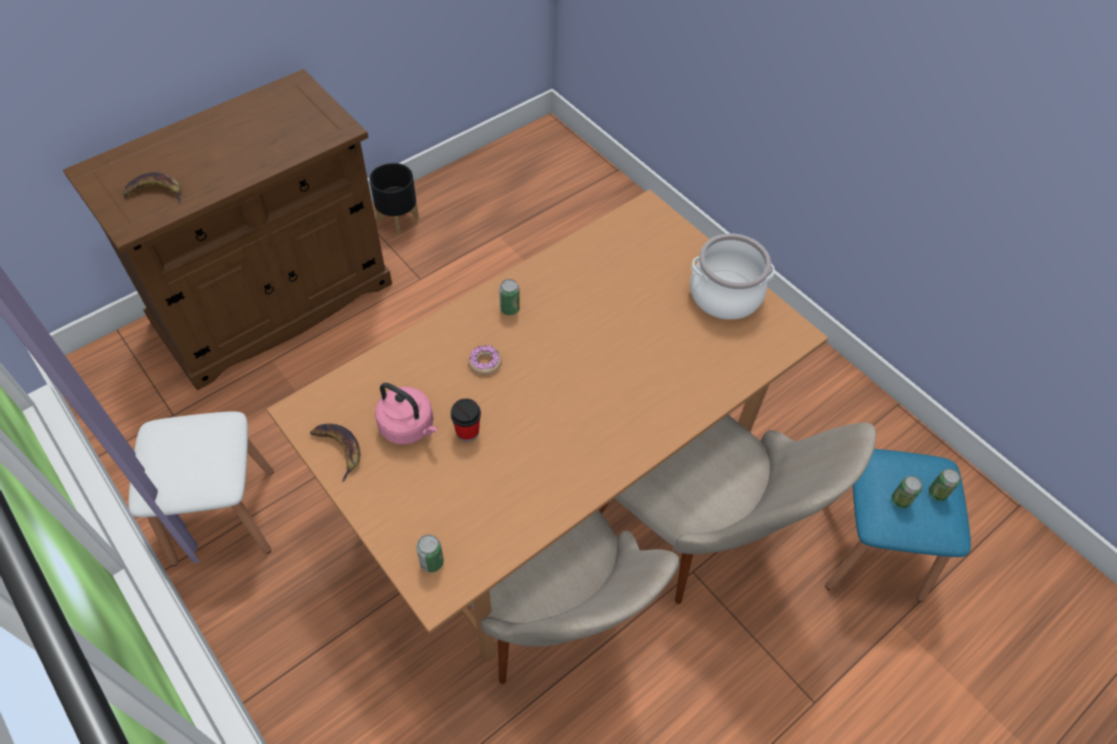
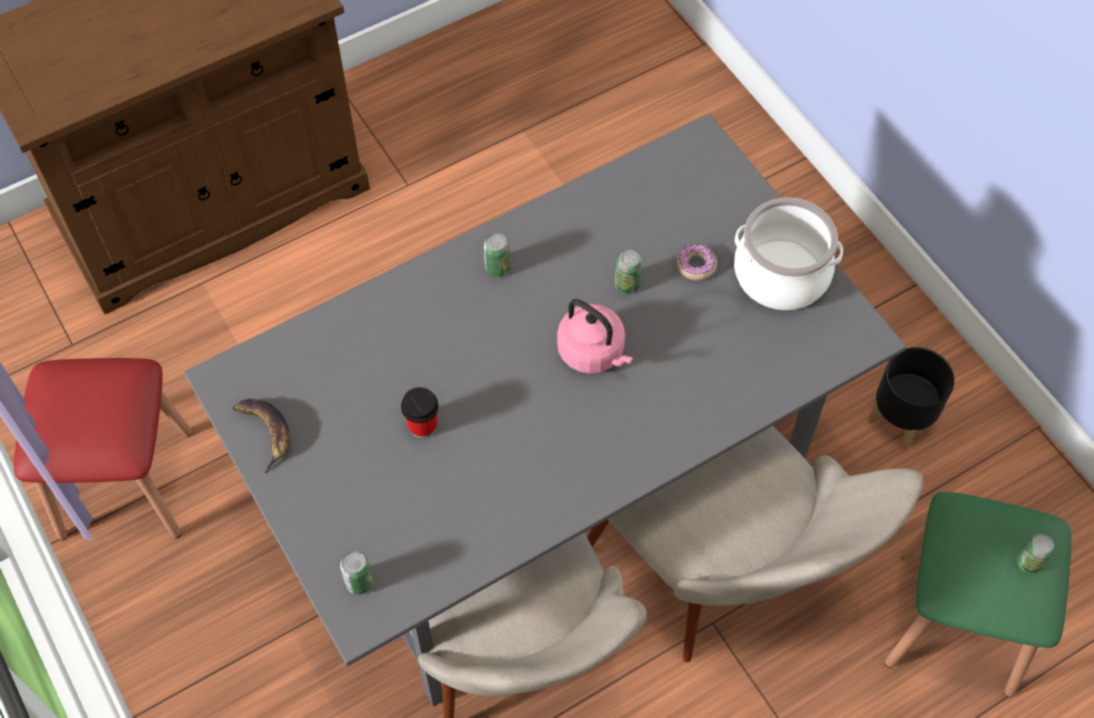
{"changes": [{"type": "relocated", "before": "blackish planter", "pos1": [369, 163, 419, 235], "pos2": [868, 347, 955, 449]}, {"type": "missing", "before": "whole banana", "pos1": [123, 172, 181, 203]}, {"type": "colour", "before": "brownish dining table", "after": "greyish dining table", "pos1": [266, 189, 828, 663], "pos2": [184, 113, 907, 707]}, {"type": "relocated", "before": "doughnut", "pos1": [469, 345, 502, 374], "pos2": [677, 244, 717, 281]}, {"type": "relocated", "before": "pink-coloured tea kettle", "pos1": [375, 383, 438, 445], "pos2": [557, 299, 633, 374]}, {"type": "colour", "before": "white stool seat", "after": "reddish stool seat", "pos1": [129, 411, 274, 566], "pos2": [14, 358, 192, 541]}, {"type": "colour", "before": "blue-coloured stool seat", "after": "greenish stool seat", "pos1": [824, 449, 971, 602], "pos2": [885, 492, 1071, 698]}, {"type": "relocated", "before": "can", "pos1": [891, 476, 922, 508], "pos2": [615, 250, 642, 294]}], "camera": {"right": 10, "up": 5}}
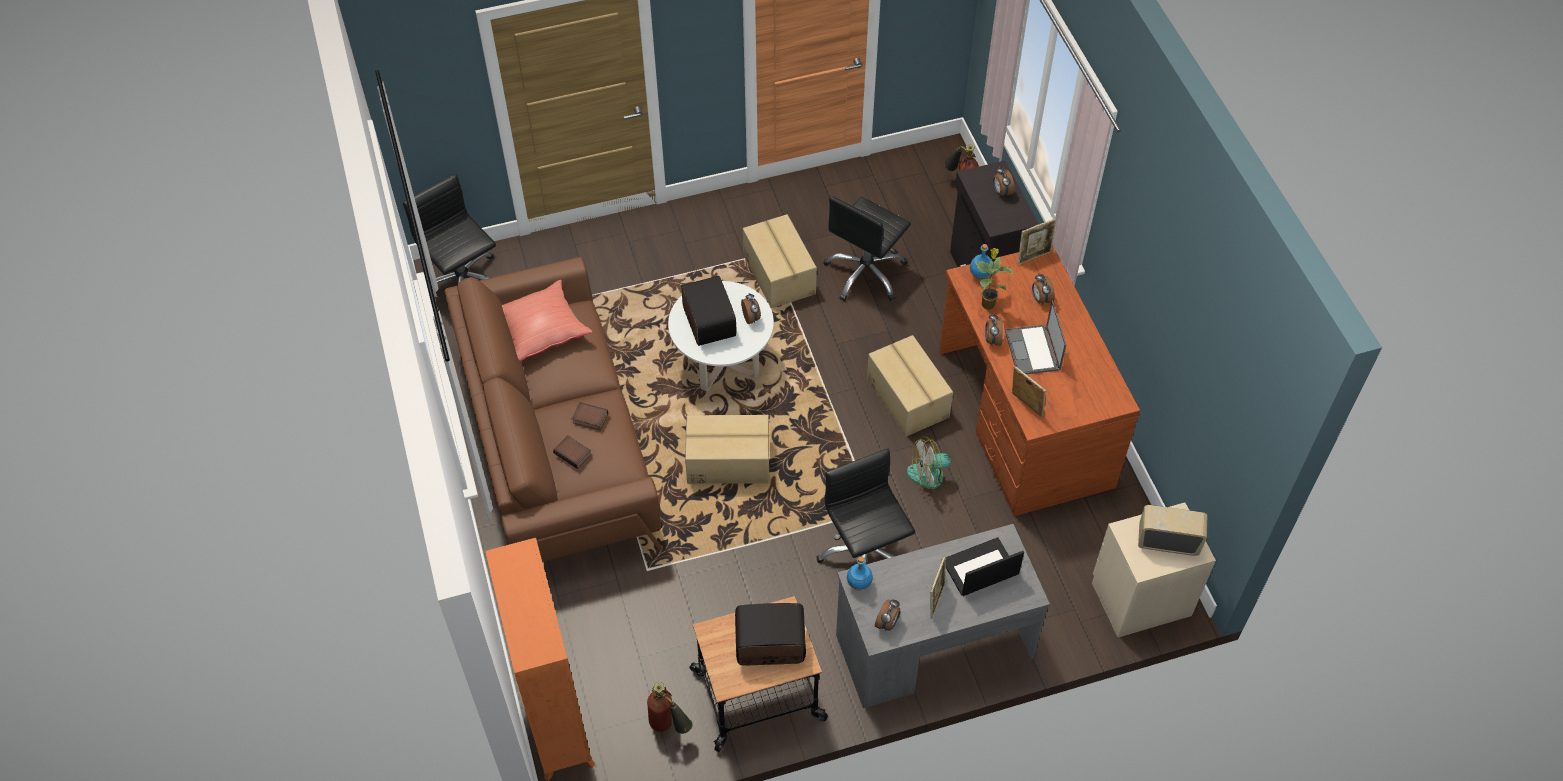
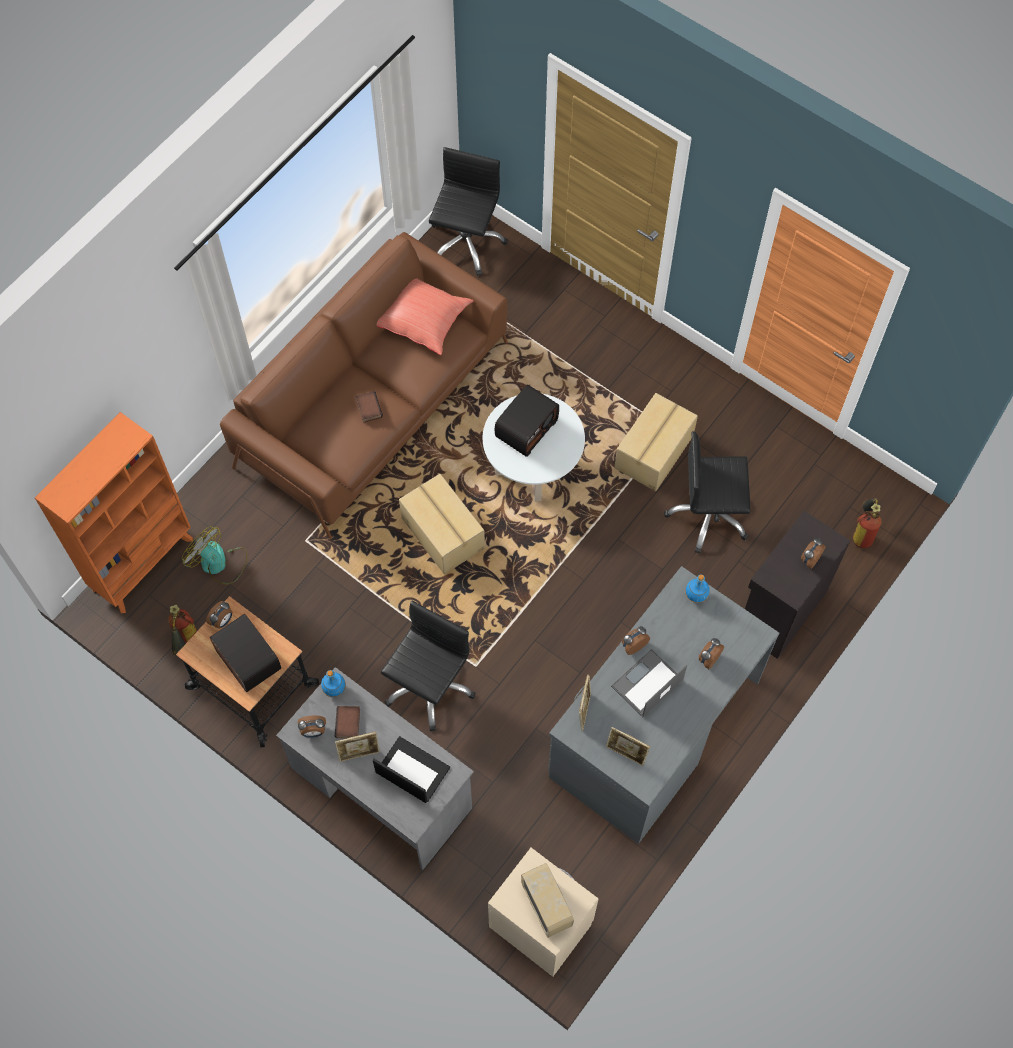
{"changes": [{"type": "relocated", "before": "photo frame", "pos1": [1018, 219, 1056, 265], "pos2": [606, 727, 650, 766]}, {"type": "colour", "before": "brownish desk", "after": "greyish desk", "pos1": [939, 245, 1140, 516], "pos2": [548, 566, 779, 844]}, {"type": "missing", "before": "potted plant", "pos1": [975, 248, 1013, 310]}, {"type": "relocated", "before": "bedside clock", "pos1": [741, 293, 761, 324], "pos2": [206, 601, 232, 629]}, {"type": "missing", "before": "packing box", "pos1": [867, 335, 953, 437]}, {"type": "relocated", "before": "book", "pos1": [553, 435, 592, 469], "pos2": [335, 706, 360, 739]}, {"type": "relocated", "before": "fan", "pos1": [907, 436, 961, 489], "pos2": [182, 526, 247, 584]}], "camera": {"right": 55, "up": 10}}
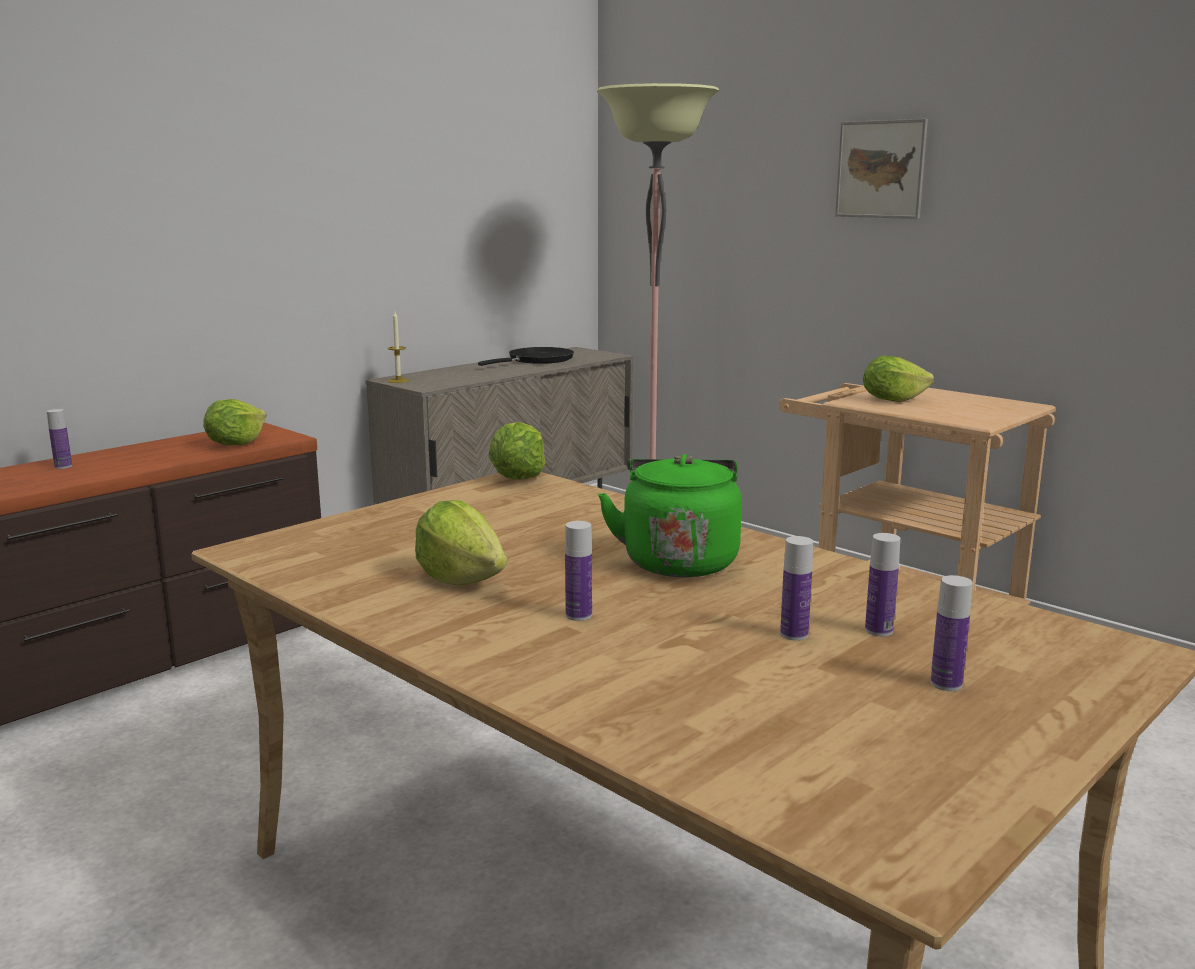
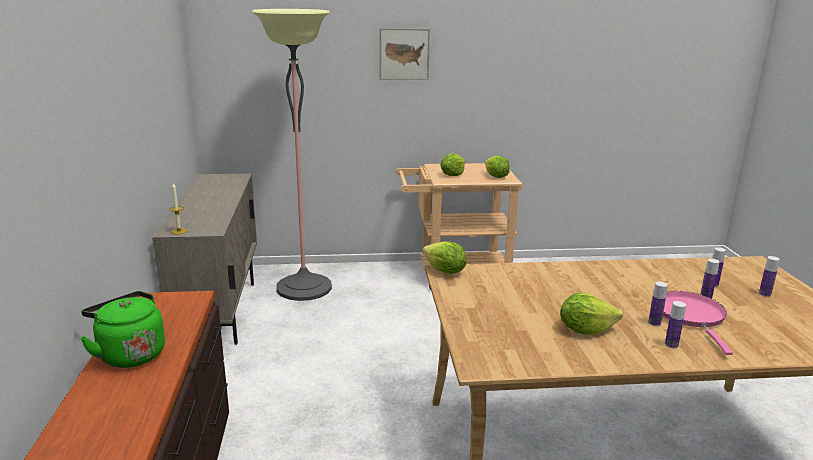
{"changes": [{"type": "missing", "before": "blackish skillet", "pos1": [478, 347, 574, 366]}, {"type": "relocated", "before": "head of lettuce", "pos1": [203, 399, 267, 445], "pos2": [485, 155, 509, 178]}, {"type": "relocated", "before": "bottle", "pos1": [47, 409, 72, 469], "pos2": [665, 301, 686, 348]}, {"type": "relocated", "before": "greenish tea kettle", "pos1": [598, 454, 742, 577], "pos2": [80, 291, 165, 368]}, {"type": "appeared", "after": "pink-coloured skillet", "pos2": [663, 291, 733, 355]}], "camera": {"right": -50, "up": 5}}
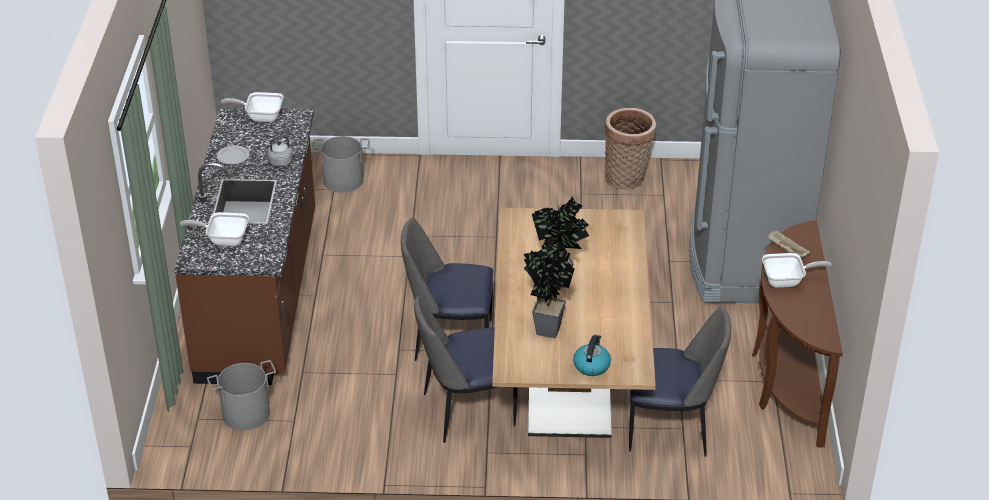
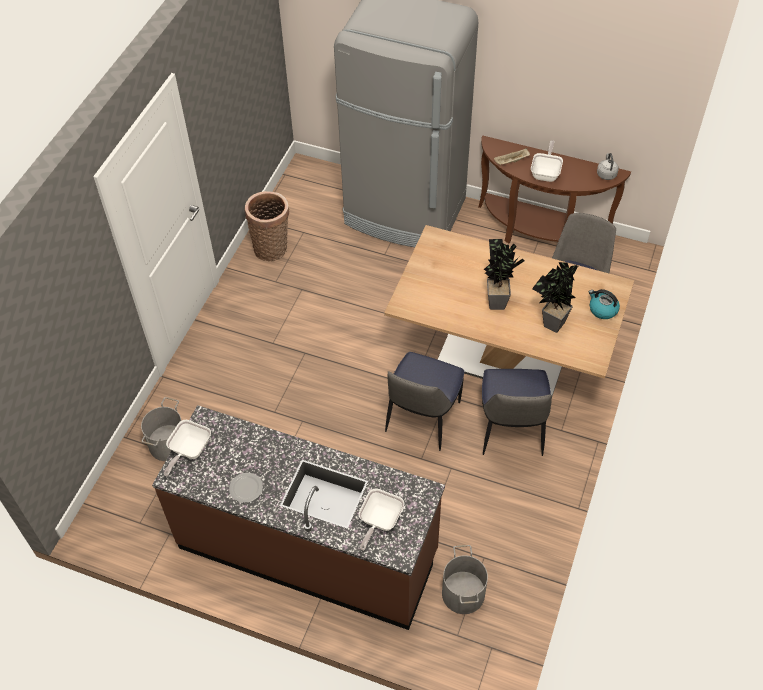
{"changes": [{"type": "relocated", "before": "greyish tea kettle", "pos1": [267, 136, 300, 167], "pos2": [597, 153, 619, 180]}], "camera": {"right": -70, "up": 15}}
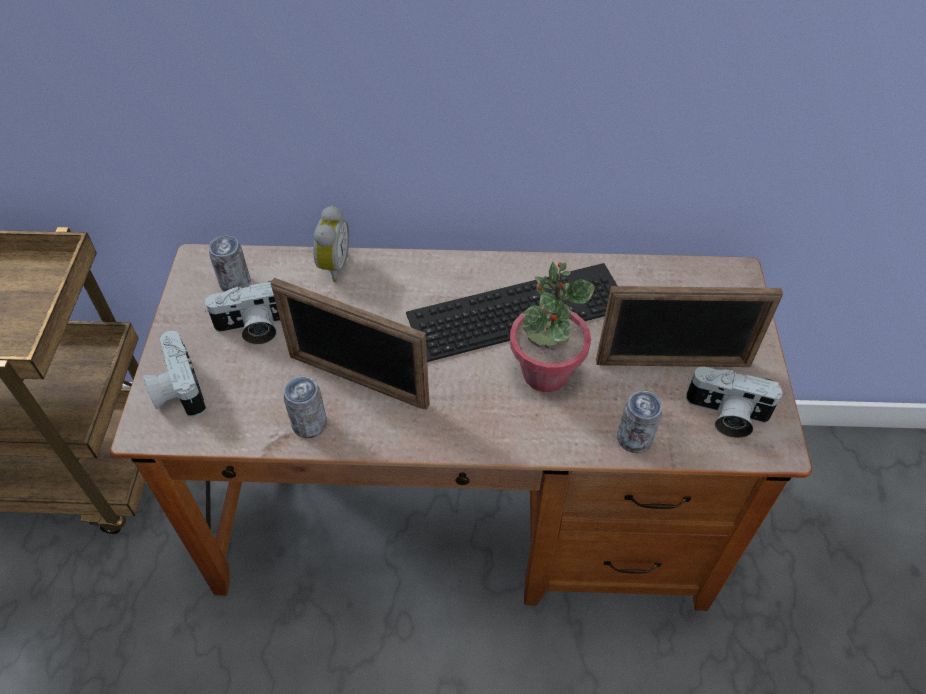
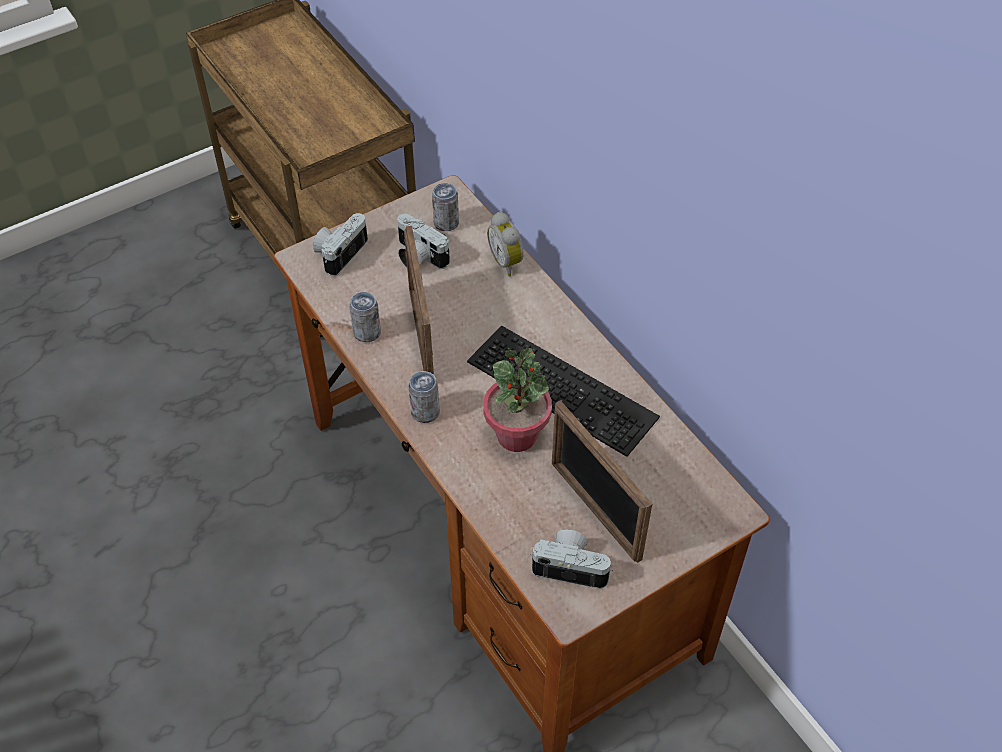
{"changes": [{"type": "spun", "before": "bedside clock", "pos1": [313, 205, 349, 282], "pos2": [487, 212, 524, 276], "turn": 90}, {"type": "spun", "before": "photo camera", "pos1": [686, 366, 782, 438], "pos2": [530, 529, 613, 589], "turn": 120}, {"type": "relocated", "before": "can", "pos1": [617, 391, 662, 453], "pos2": [408, 371, 440, 423]}], "camera": {"right": 55, "up": 0}}
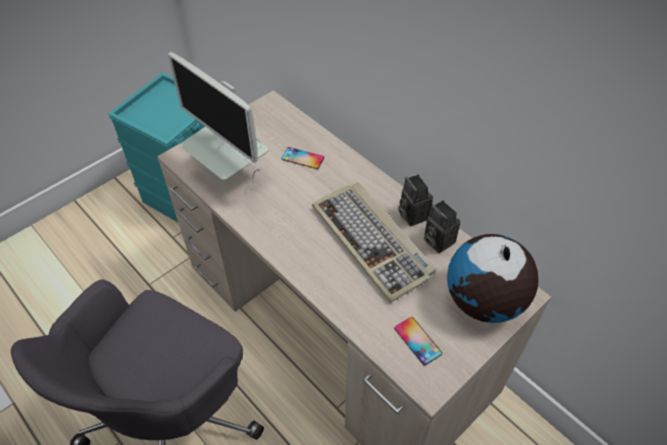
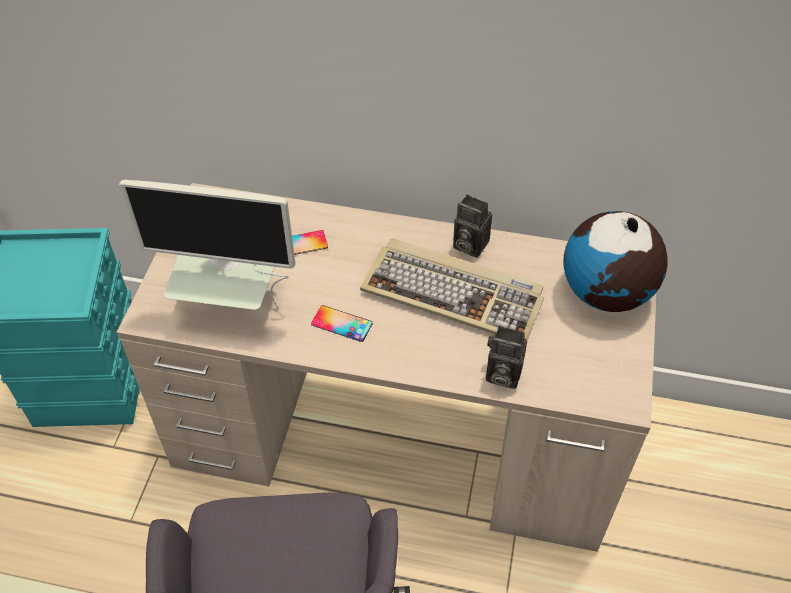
{"changes": [{"type": "relocated", "before": "photo camera", "pos1": [424, 200, 460, 253], "pos2": [486, 326, 527, 389]}, {"type": "relocated", "before": "handset", "pos1": [394, 317, 442, 366], "pos2": [311, 305, 373, 342]}], "camera": {"right": -35, "up": 0}}
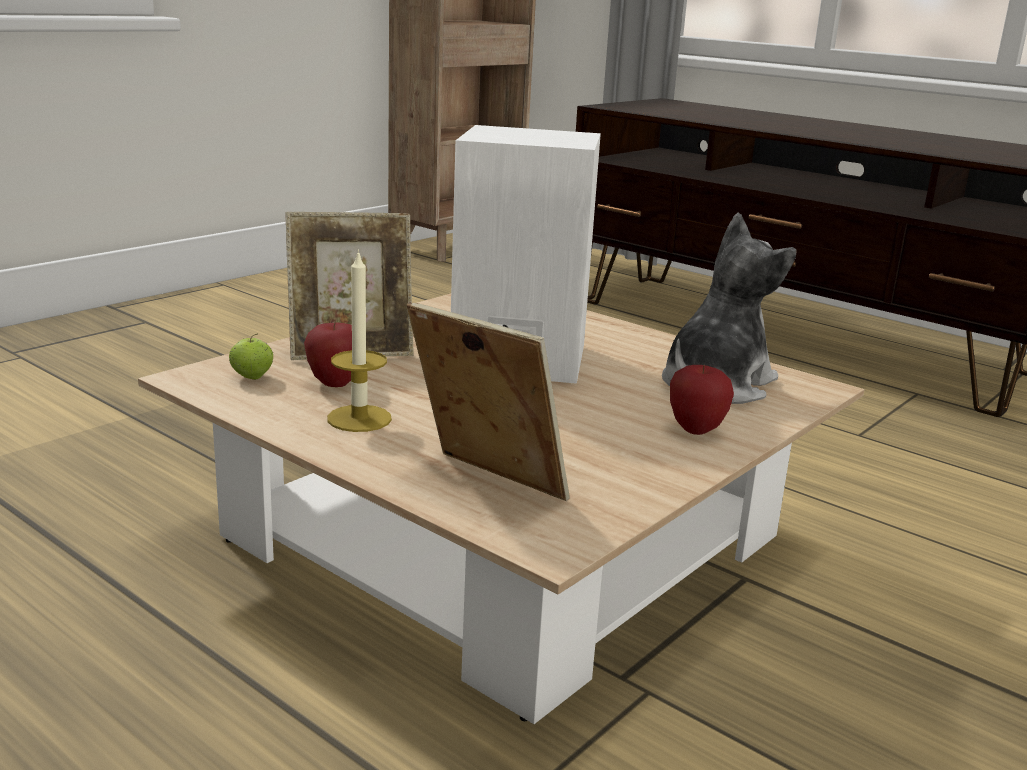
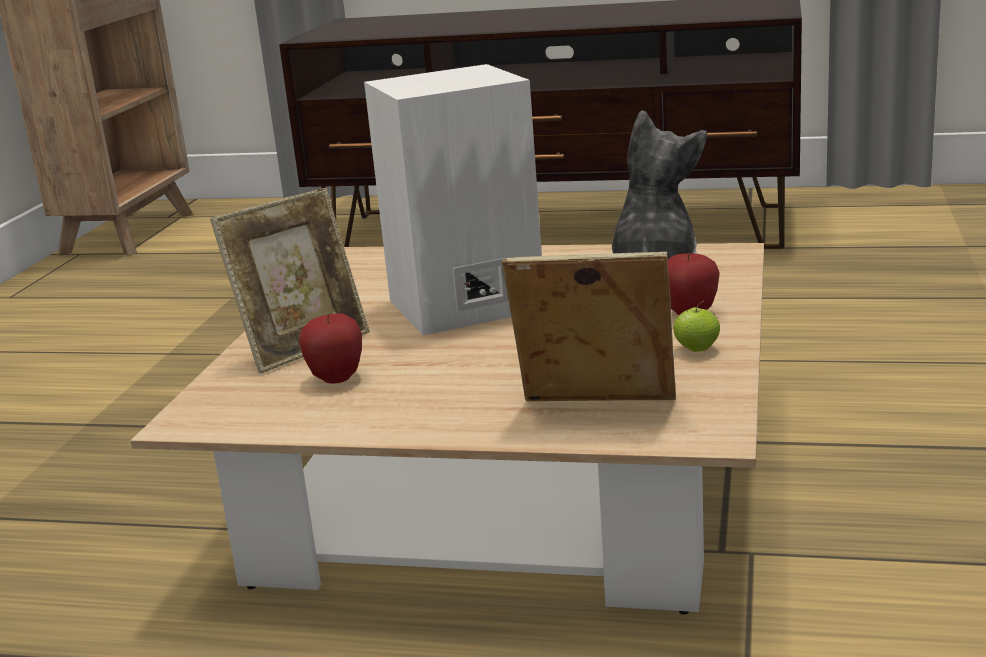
{"changes": [{"type": "missing", "before": "candle", "pos1": [327, 249, 392, 432]}, {"type": "relocated", "before": "whole apple", "pos1": [229, 333, 273, 380], "pos2": [673, 301, 720, 352]}], "camera": {"right": -25, "up": 0}}
